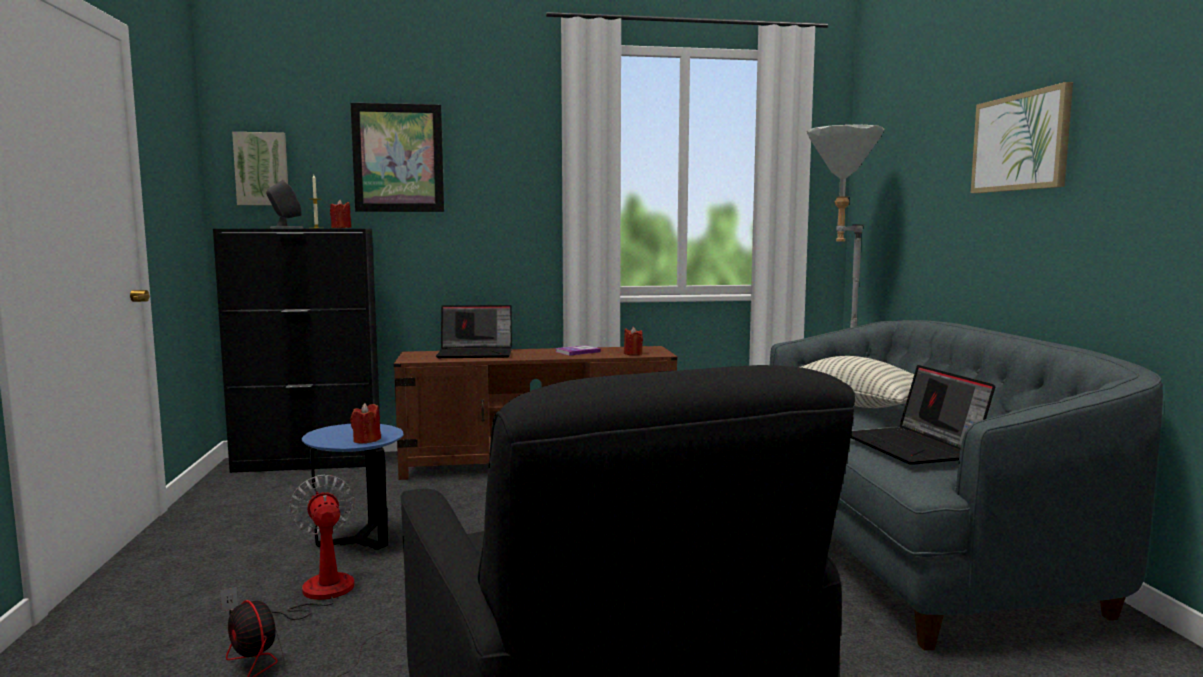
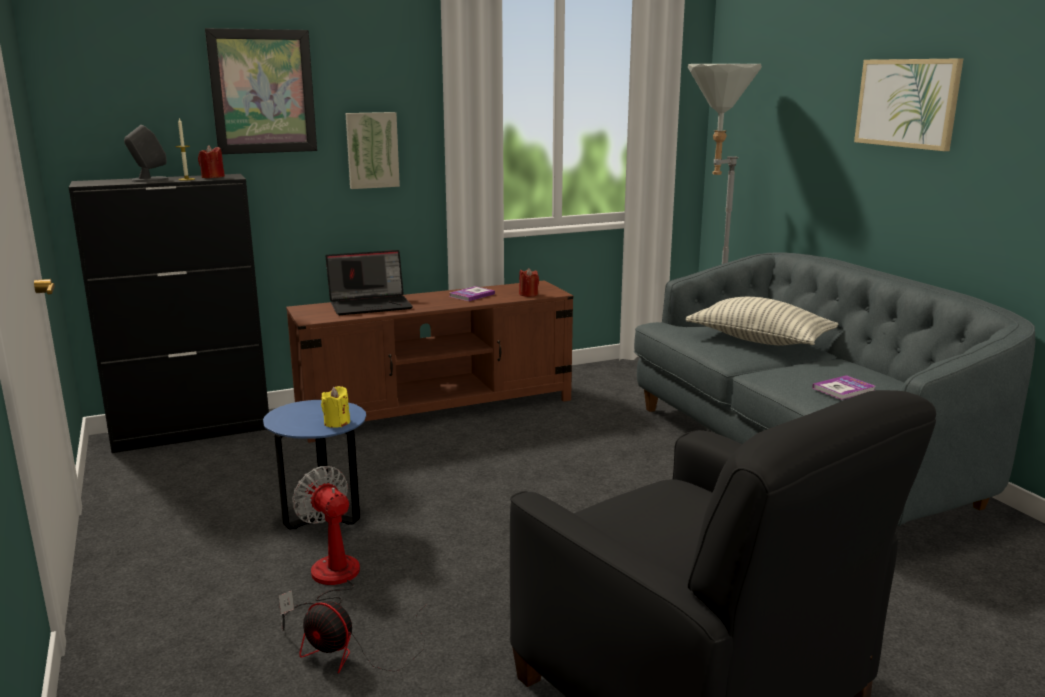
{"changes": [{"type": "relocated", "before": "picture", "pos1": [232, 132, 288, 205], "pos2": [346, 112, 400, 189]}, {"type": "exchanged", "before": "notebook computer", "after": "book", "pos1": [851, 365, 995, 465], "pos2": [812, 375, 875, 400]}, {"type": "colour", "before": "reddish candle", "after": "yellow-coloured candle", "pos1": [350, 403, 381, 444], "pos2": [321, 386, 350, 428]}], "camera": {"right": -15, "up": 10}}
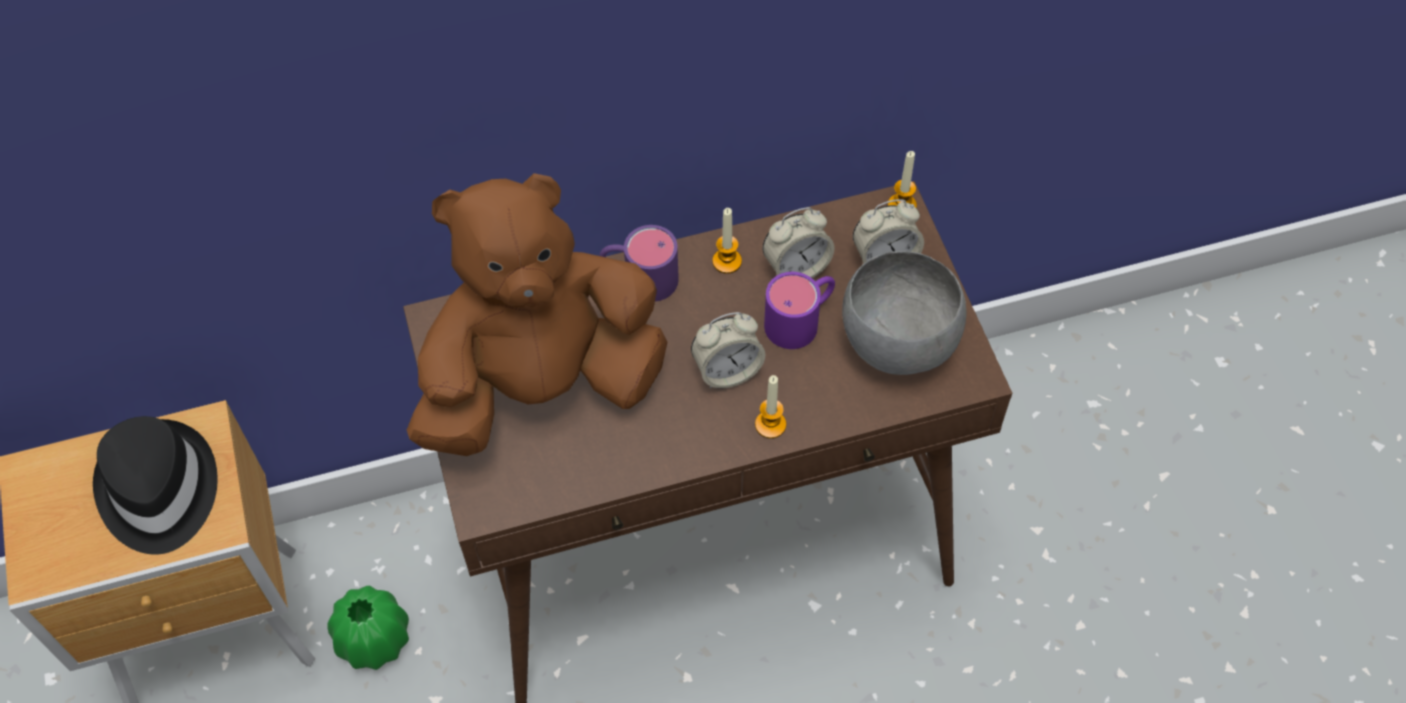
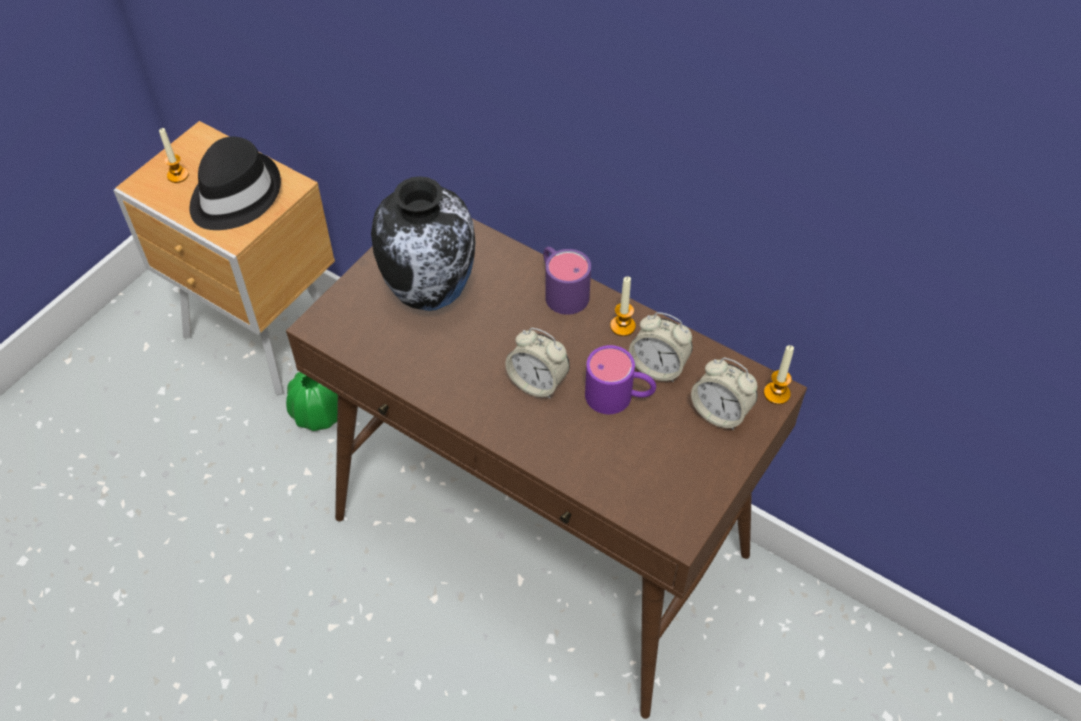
{"changes": [{"type": "exchanged", "before": "brownish plush toy", "after": "decorative vase", "pos1": [407, 173, 667, 456], "pos2": [371, 176, 476, 311]}, {"type": "missing", "before": "greyish bowl", "pos1": [842, 251, 967, 375]}, {"type": "relocated", "before": "candle", "pos1": [755, 375, 786, 439], "pos2": [159, 128, 189, 183]}], "camera": {"right": 50, "up": -5}}
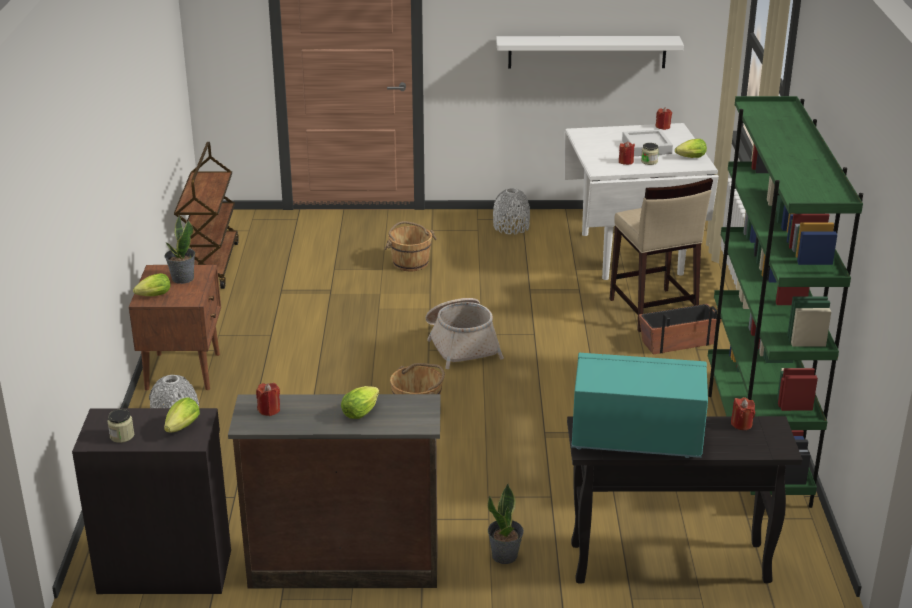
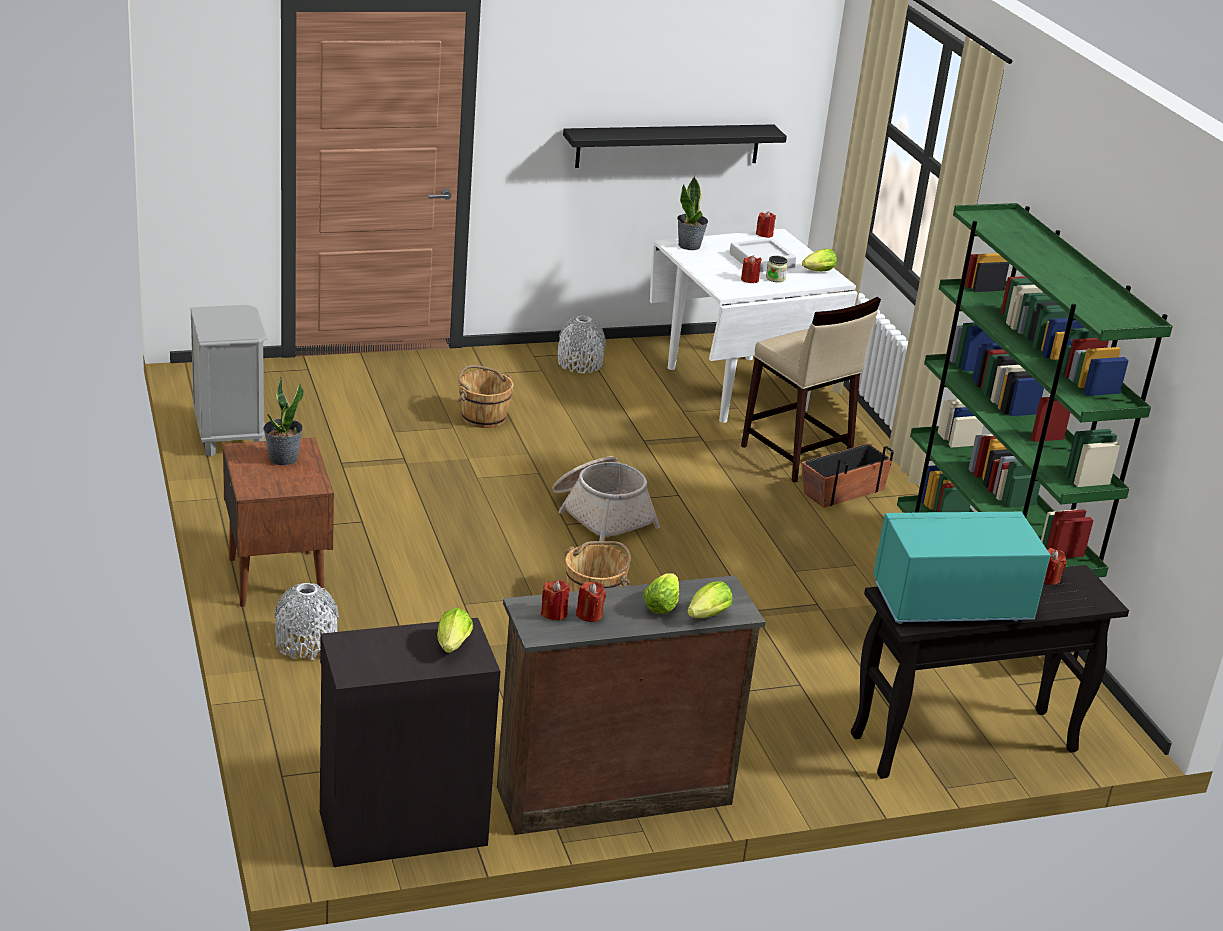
{"changes": [{"type": "colour", "before": "white shelf", "after": "blackish shelf", "pos1": [496, 36, 684, 68], "pos2": [563, 124, 787, 168]}, {"type": "exchanged", "before": "brownish wheeled cart", "after": "greyish night table", "pos1": [174, 142, 239, 289], "pos2": [190, 305, 267, 457]}, {"type": "relocated", "before": "head of lettuce", "pos1": [133, 273, 170, 296], "pos2": [687, 581, 733, 618]}, {"type": "missing", "before": "storage jar", "pos1": [107, 409, 134, 443]}, {"type": "relocated", "before": "potted plant", "pos1": [488, 484, 524, 564], "pos2": [677, 176, 708, 250]}, {"type": "appeared", "after": "reddish candle", "pos2": [576, 581, 606, 622]}], "camera": {"right": -20, "up": 0}}
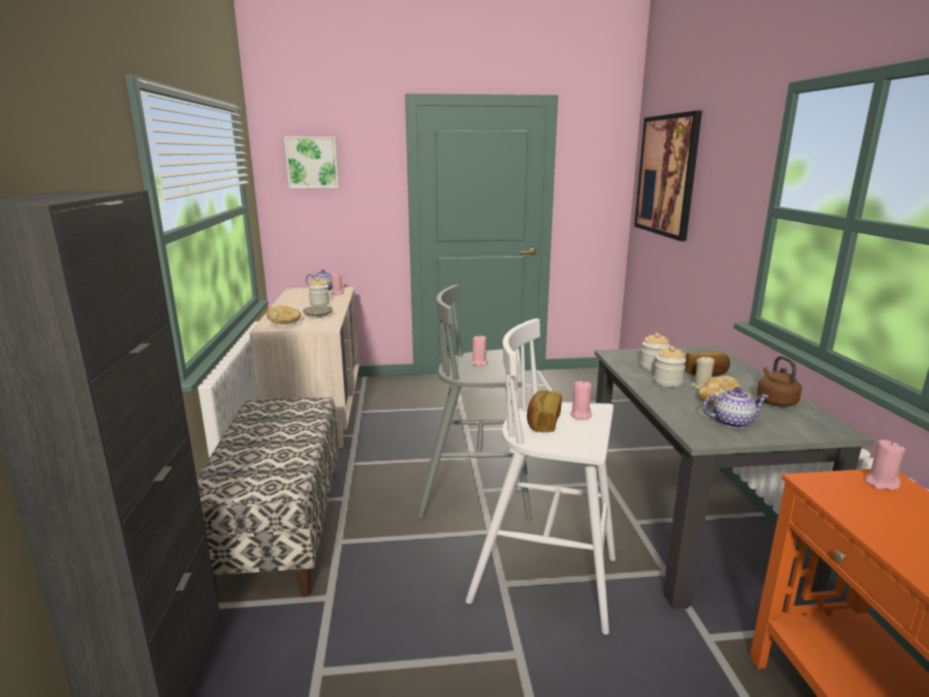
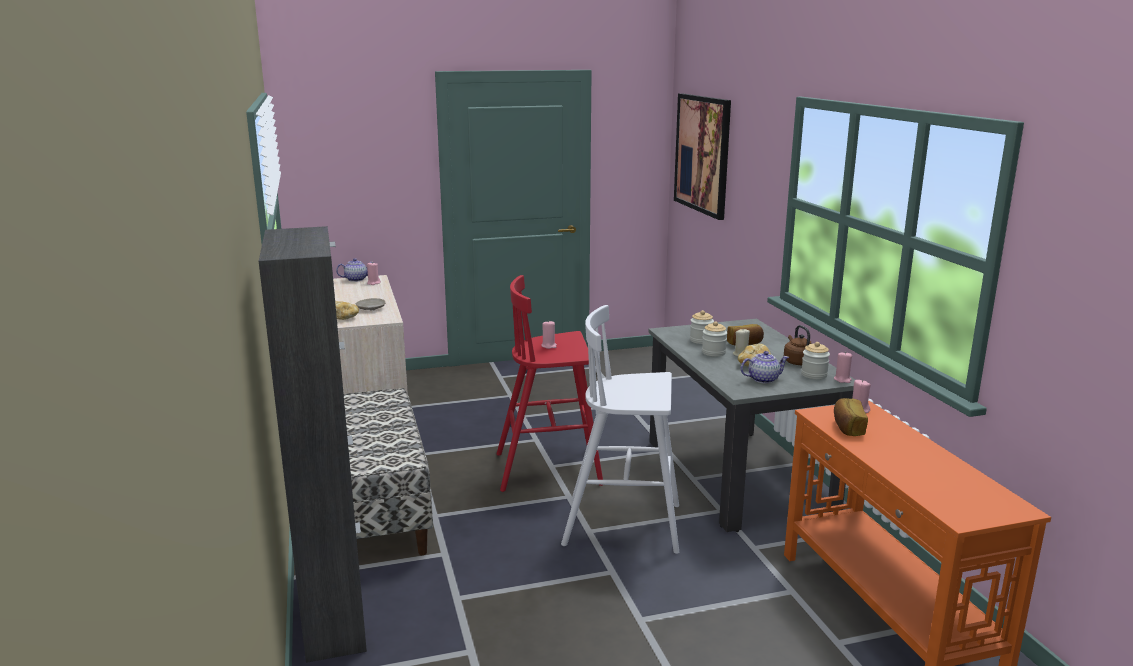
{"changes": [{"type": "missing", "before": "picture", "pos1": [284, 136, 339, 188]}, {"type": "relocated", "before": "storage jar", "pos1": [308, 278, 330, 306], "pos2": [801, 342, 830, 379]}, {"type": "colour", "before": "greyish stool seat", "after": "reddish stool seat", "pos1": [418, 285, 532, 521], "pos2": [497, 275, 603, 492]}, {"type": "relocated", "before": "pink-coloured candle", "pos1": [570, 380, 592, 420], "pos2": [834, 351, 852, 383]}, {"type": "relocated", "before": "bread", "pos1": [527, 390, 562, 432], "pos2": [834, 398, 868, 436]}], "camera": {"right": -10, "up": 0}}
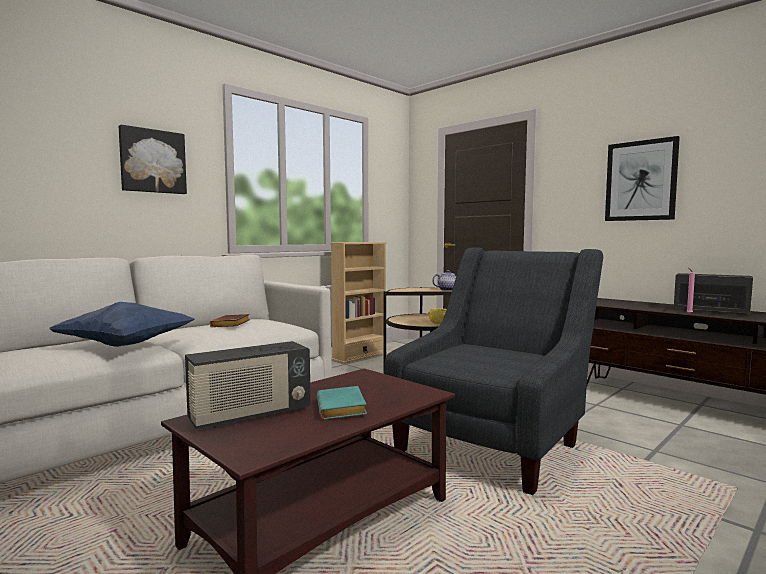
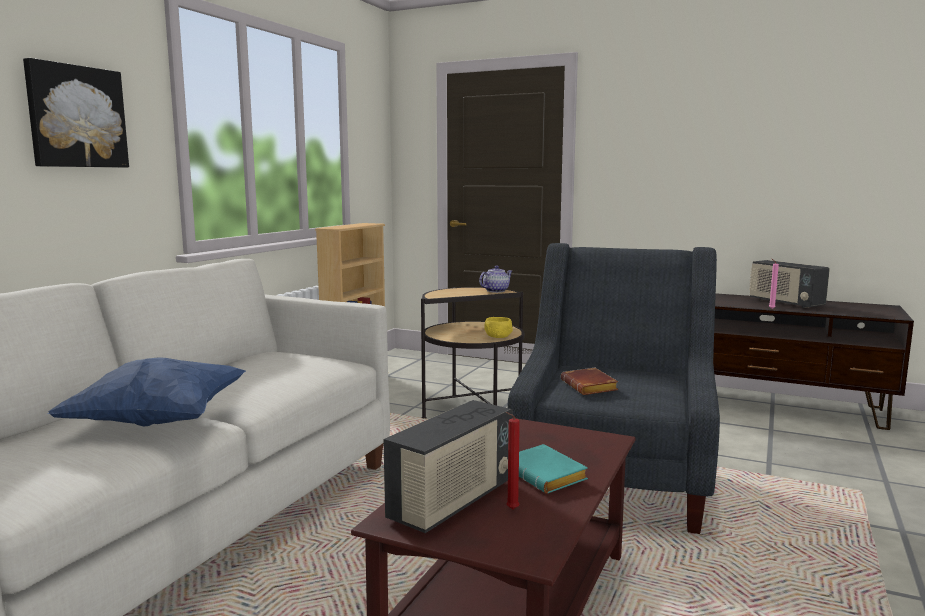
{"changes": [{"type": "missing", "before": "picture", "pos1": [605, 136, 680, 221]}, {"type": "spun", "before": "radio receiver", "pos1": [674, 273, 753, 314], "pos2": [749, 260, 830, 308], "turn": -135}, {"type": "relocated", "before": "brownish book", "pos1": [210, 314, 250, 327], "pos2": [561, 368, 618, 395]}, {"type": "appeared", "after": "reddish candle", "pos2": [505, 412, 520, 509]}], "camera": {"right": -20, "up": 5}}
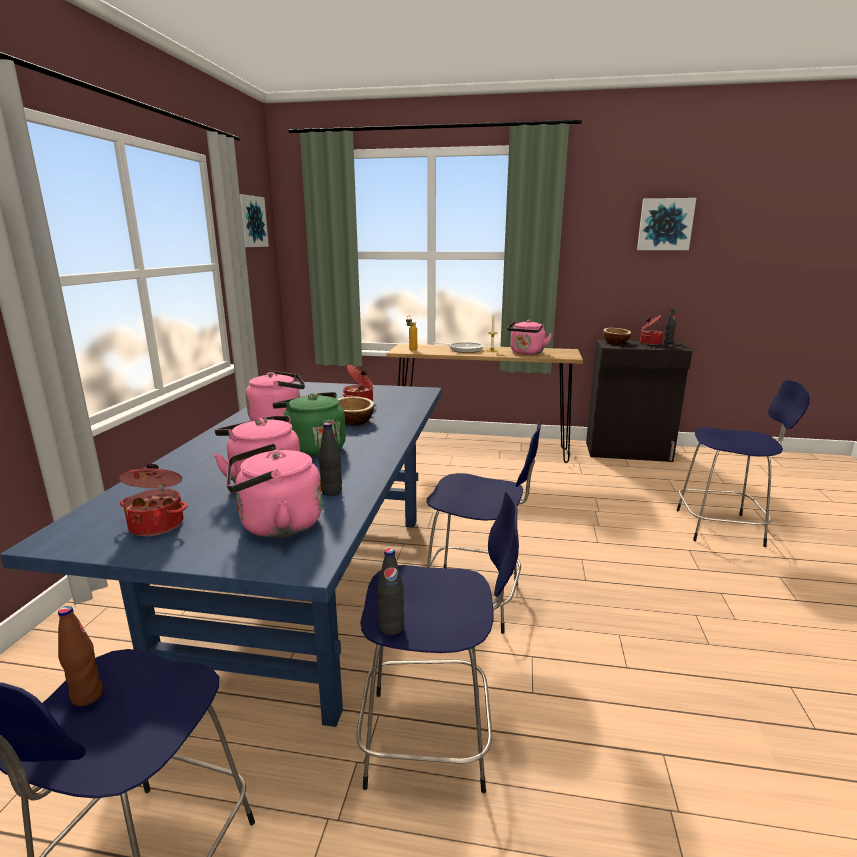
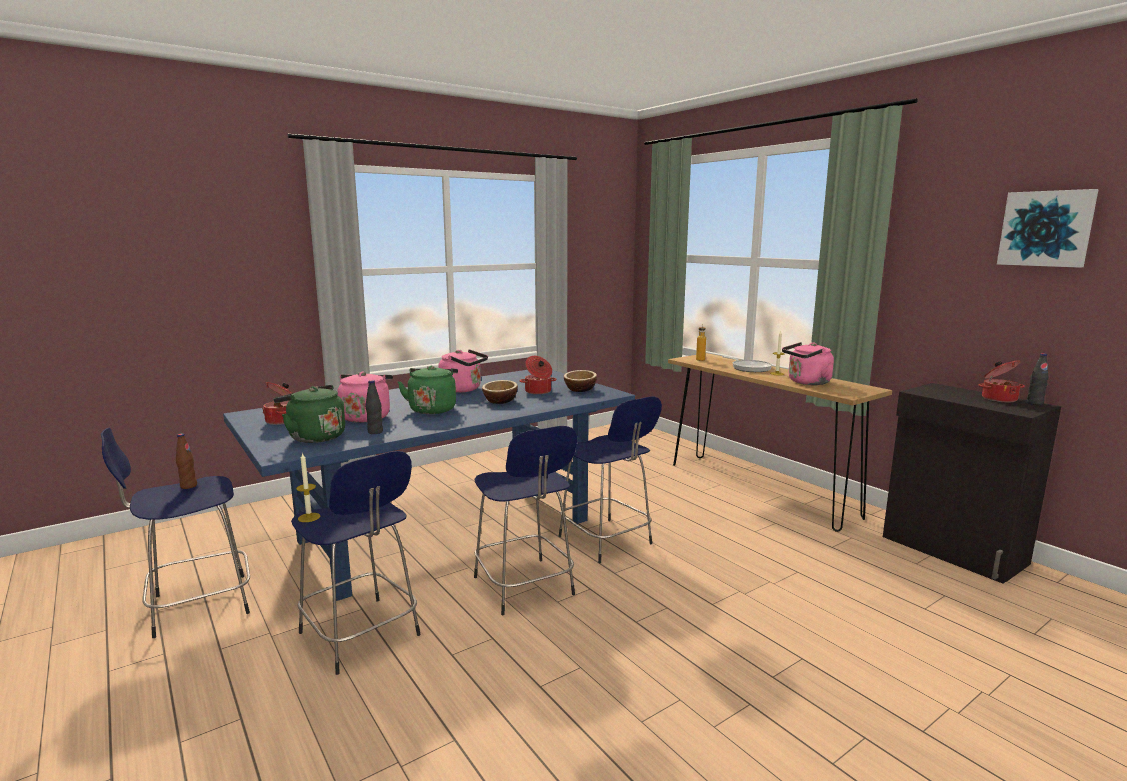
{"changes": [{"type": "missing", "before": "picture", "pos1": [240, 194, 269, 247]}, {"type": "relocated", "before": "bowl", "pos1": [603, 328, 631, 344], "pos2": [564, 370, 597, 392]}, {"type": "relocated", "before": "blue-coloured stool seat", "pos1": [677, 380, 810, 547], "pos2": [559, 396, 662, 563]}, {"type": "colour", "before": "pink-coloured tea kettle", "after": "greenish tea kettle", "pos1": [226, 444, 322, 538], "pos2": [273, 385, 345, 443]}, {"type": "exchanged", "before": "blackish bottle", "after": "candle", "pos1": [377, 548, 405, 635], "pos2": [296, 452, 320, 522]}], "camera": {"right": 45, "up": -5}}
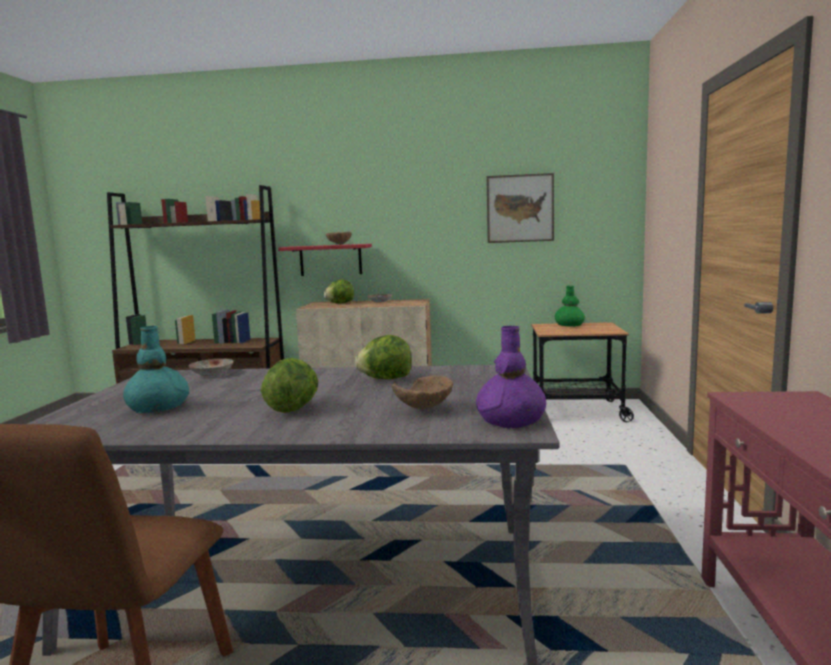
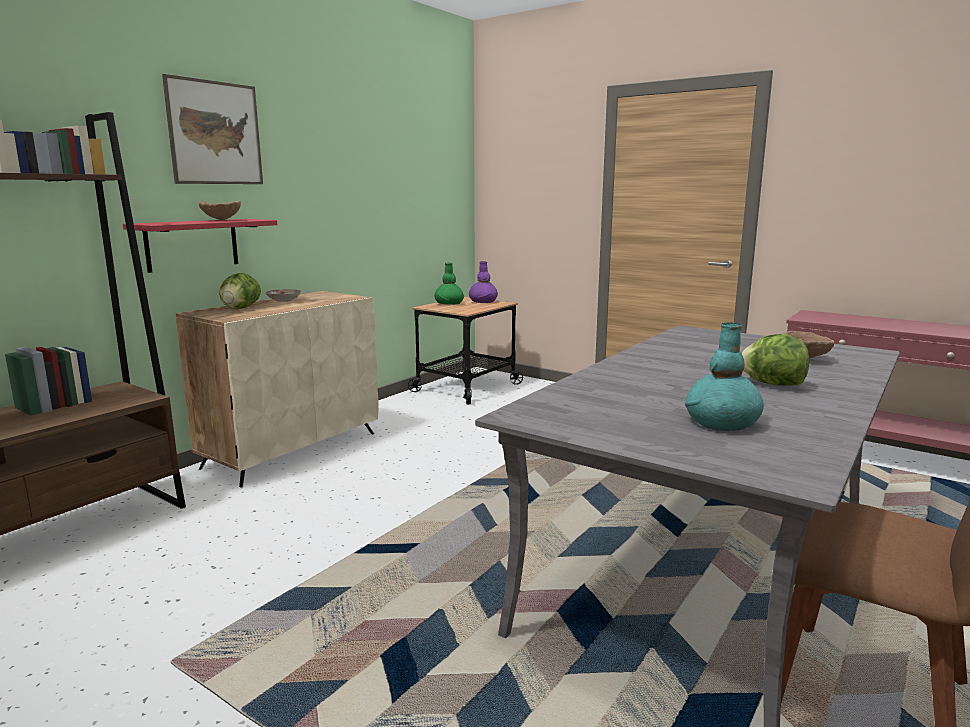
{"changes": [{"type": "relocated", "before": "picture", "pos1": [487, 173, 554, 243], "pos2": [162, 74, 263, 184]}, {"type": "relocated", "before": "purple decorative vase", "pos1": [476, 326, 546, 429], "pos2": [469, 261, 498, 303]}, {"type": "missing", "before": "head of lettuce", "pos1": [355, 335, 412, 379]}, {"type": "missing", "before": "flat dish", "pos1": [188, 359, 234, 376]}], "camera": {"right": -60, "up": 5}}
